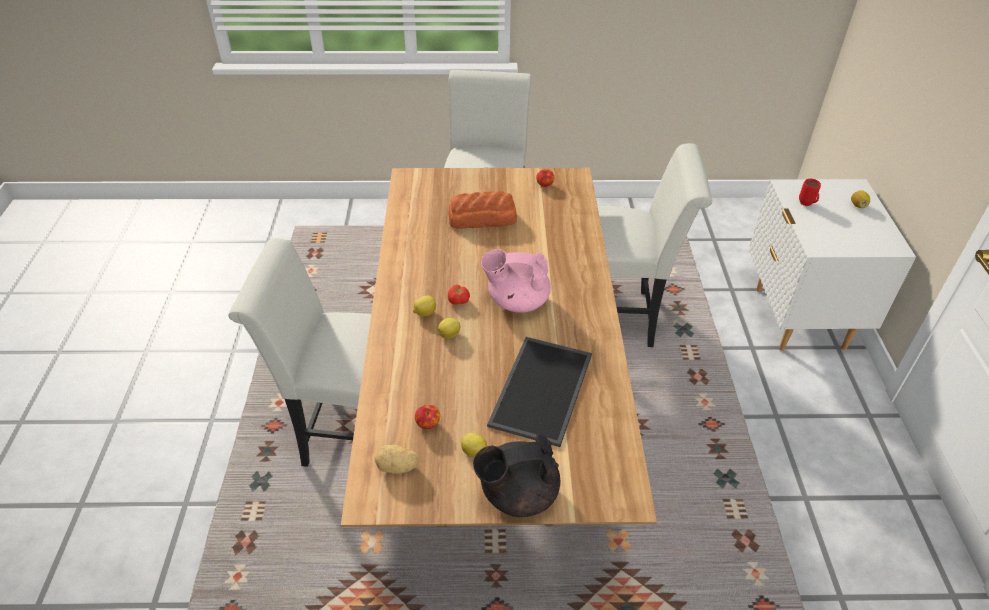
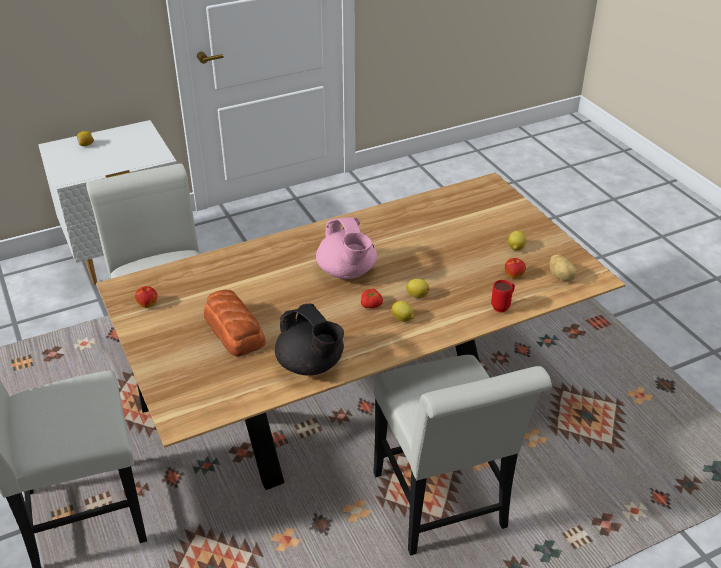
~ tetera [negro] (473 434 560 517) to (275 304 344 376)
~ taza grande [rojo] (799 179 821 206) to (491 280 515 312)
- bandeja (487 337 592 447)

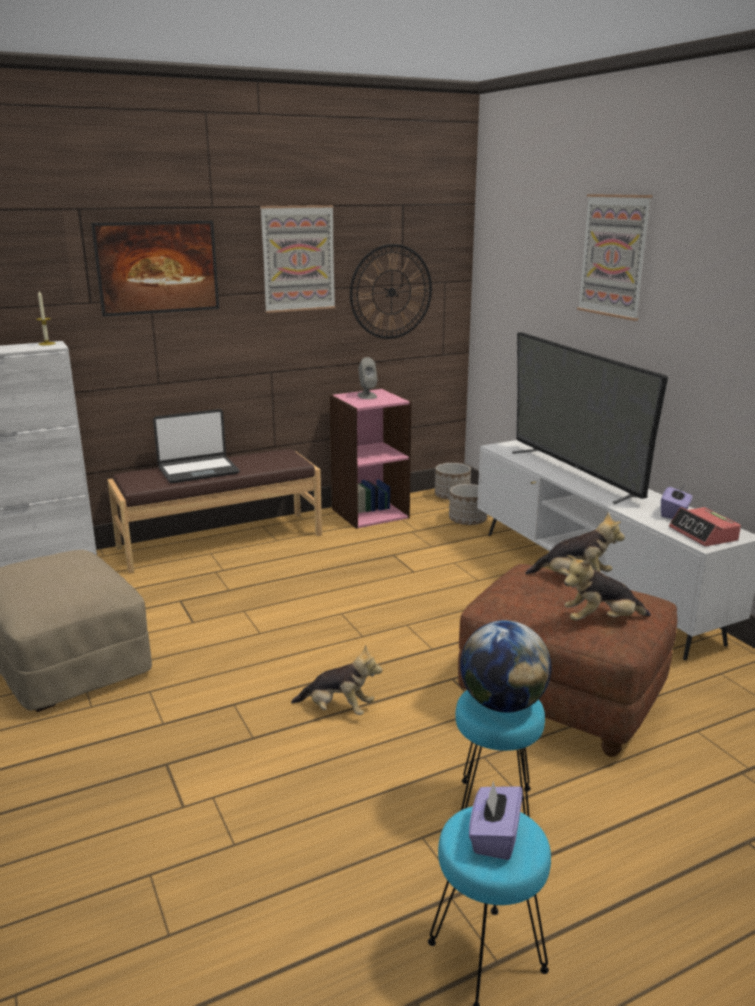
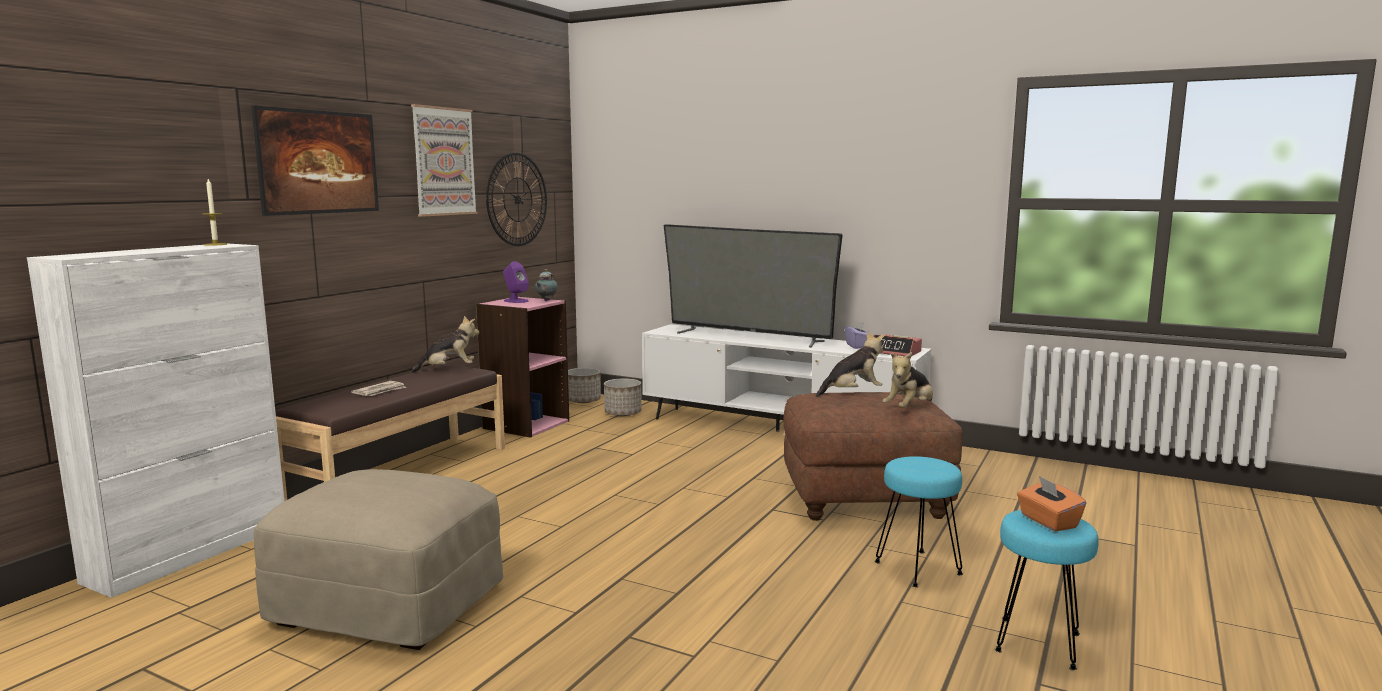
~ portátil (153 409 240 483) to periódico (351 381 406 396)
~ peluche (291 645 382 715) to (411 316 479 373)
~ altavoz [gris] (357 357 377 399) to altavoz [morado] (503 261 529 303)
+ tetera (535 269 558 301)
~ caja de pañuelos [morado] (469 781 522 860) to caja de pañuelos [naranja] (1017 476 1086 532)
- globo terráqueo (460 620 552 713)
- cuadro (577 194 653 321)

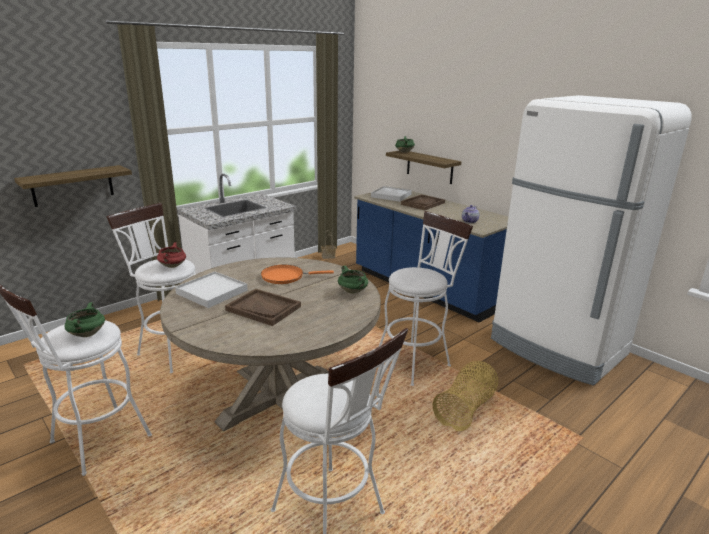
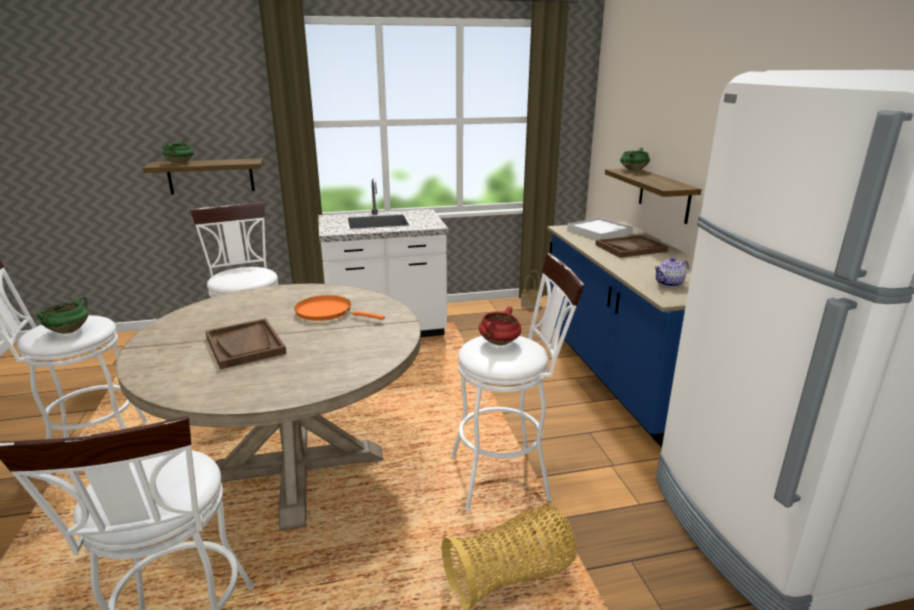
~ olla [verde] (338 266 368 294) to (162 140 194 164)
~ olla [rojo] (157 242 186 268) to (479 306 521 346)
- bandeja [blanco] (175 272 248 308)

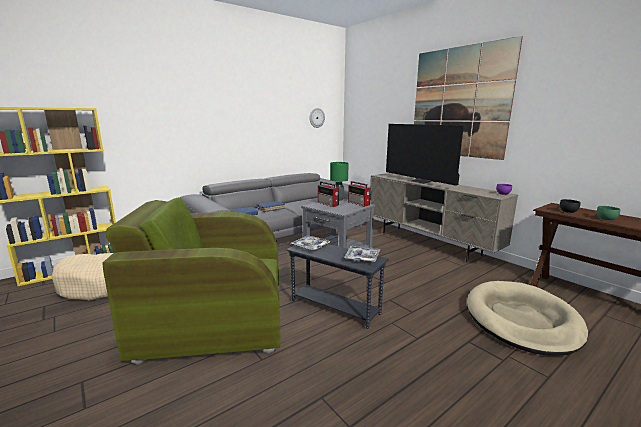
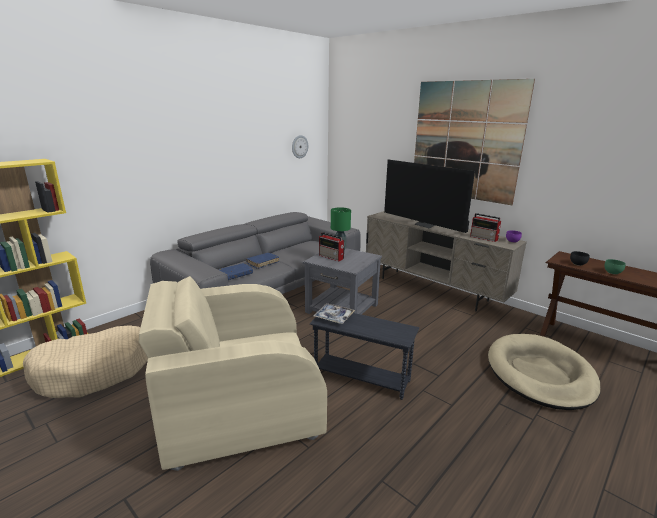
~ sillón [verde] (102 197 280 365) to sillón [beis] (139 276 327 471)
~ radio (348 181 371 207) to (470 213 501 242)
- bandeja (344 246 380 262)

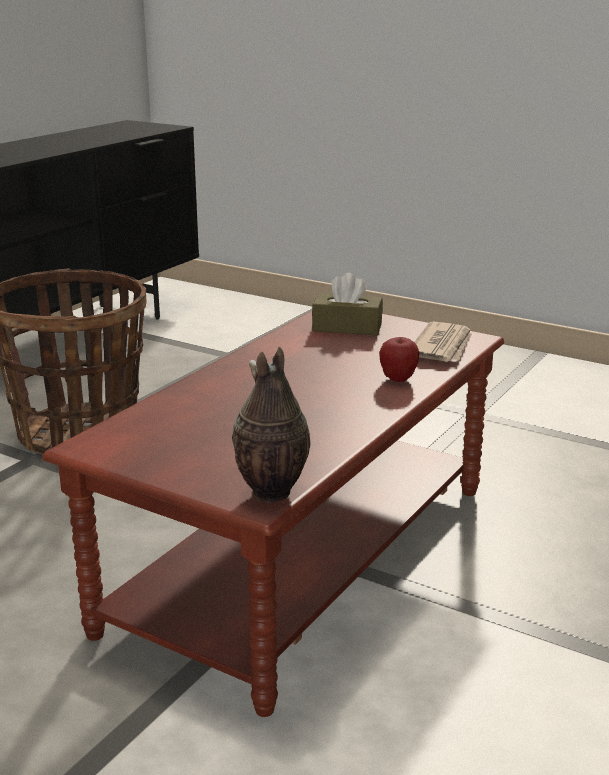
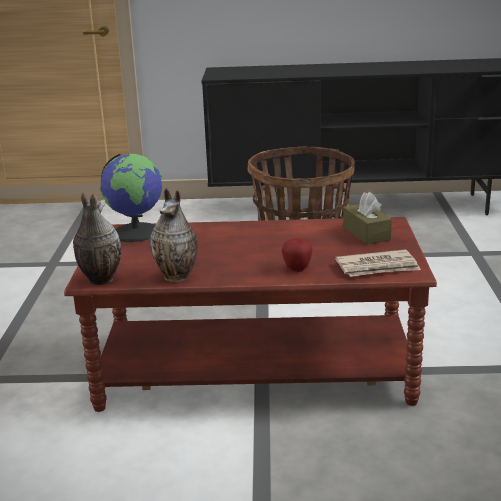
+ globo terráqueo (100 153 163 242)
+ florero (150 188 198 282)

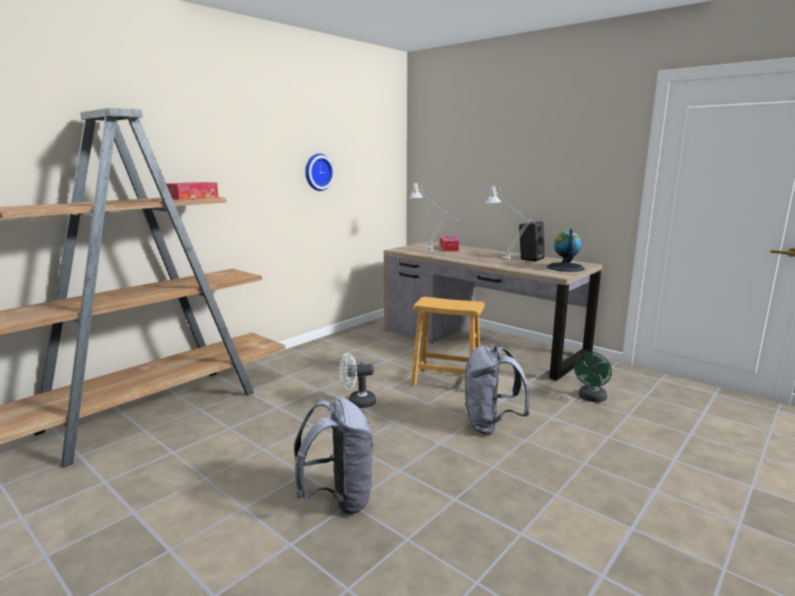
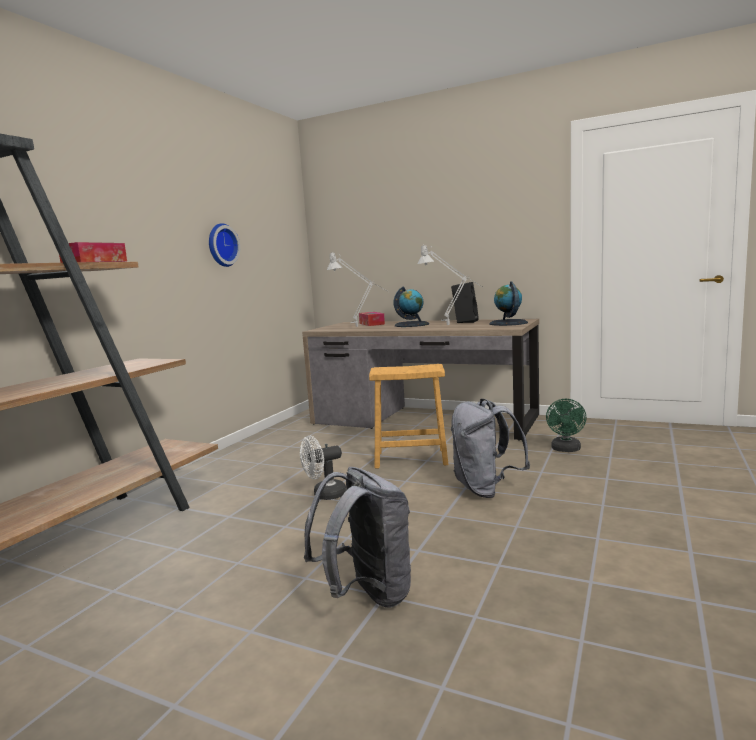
+ globo terráqueo (394 287 429 327)

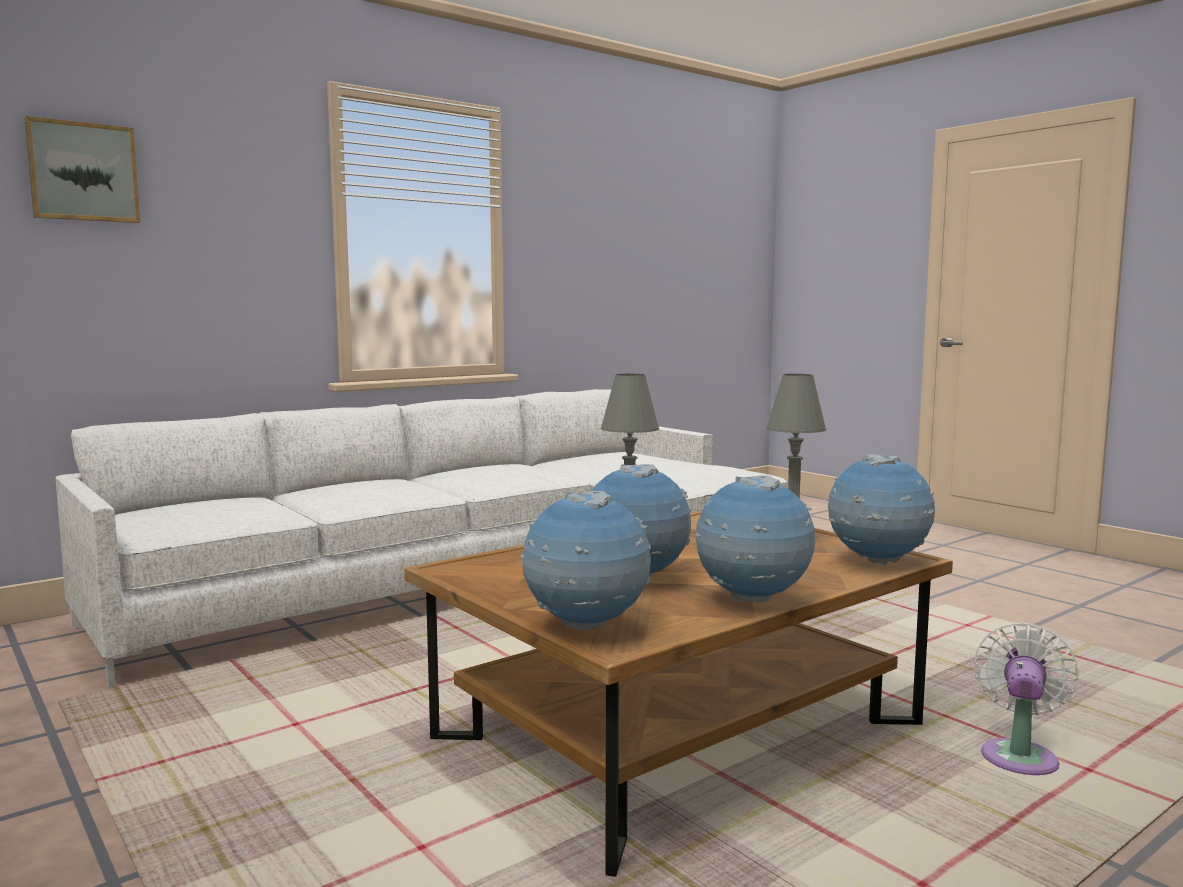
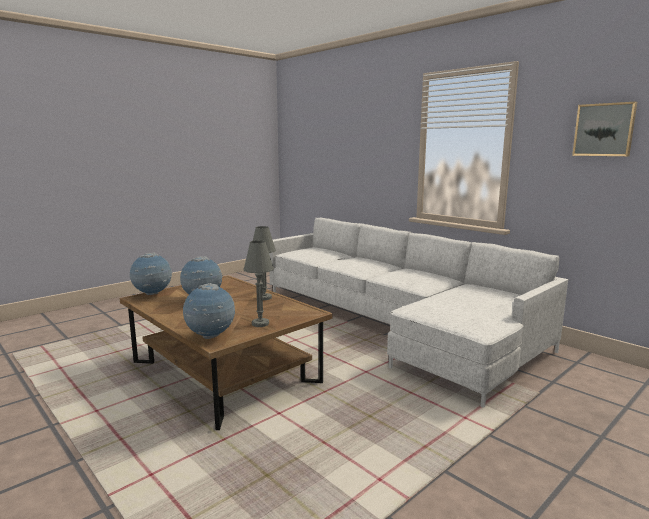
~ cuadro (25 116 140 223) to (572 102 637 156)
- globo terráqueo (695 475 815 602)
- ventilador [blanco] (974 622 1079 775)

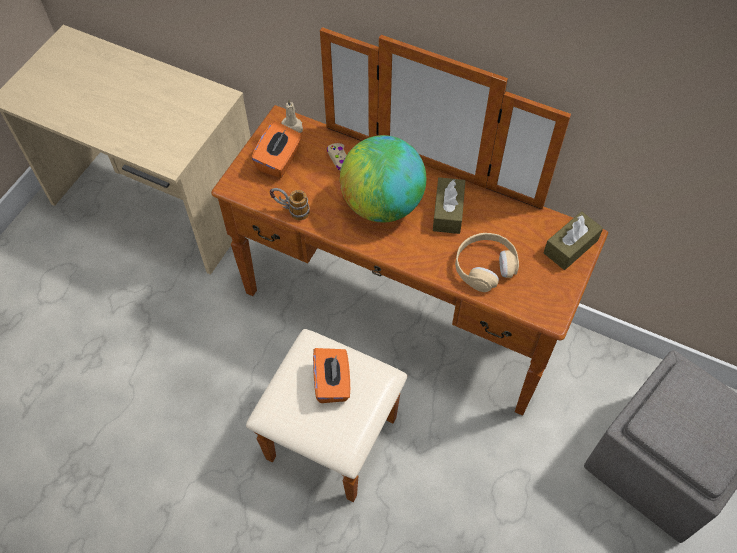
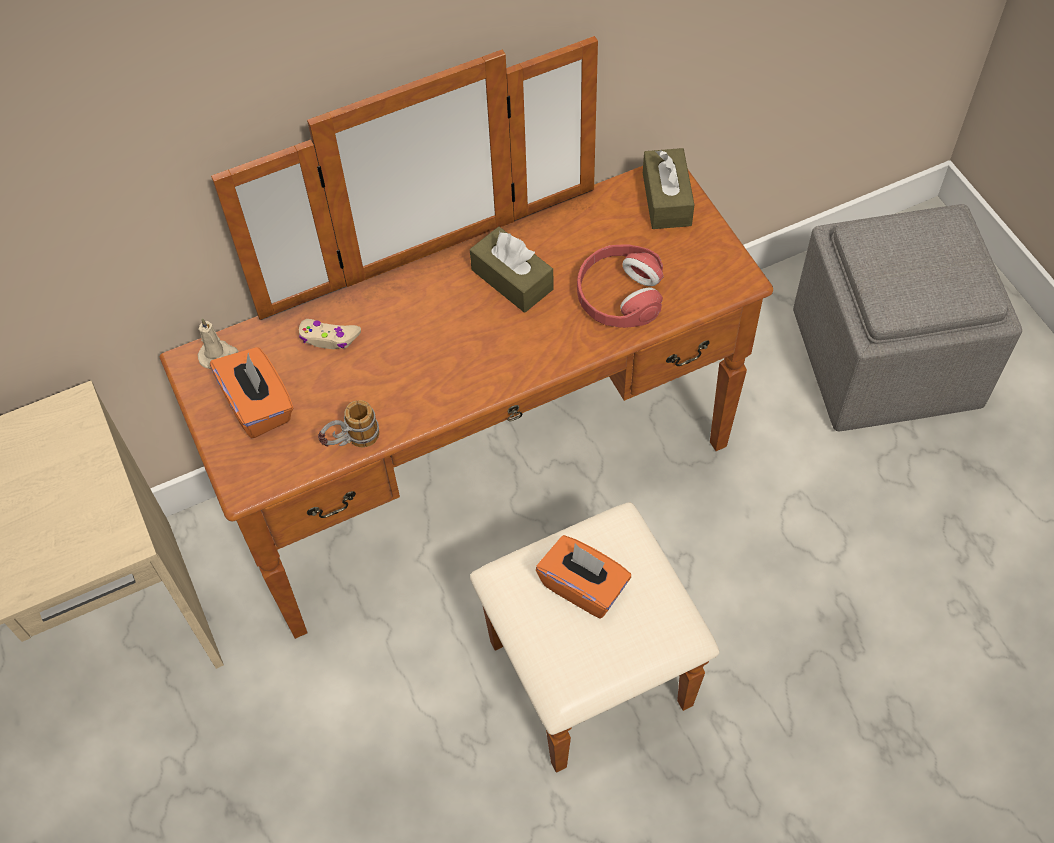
~ auriculares [beis] (455 233 519 292) to auriculares [rojo] (577 244 664 328)
- globo terráqueo (340 135 426 222)

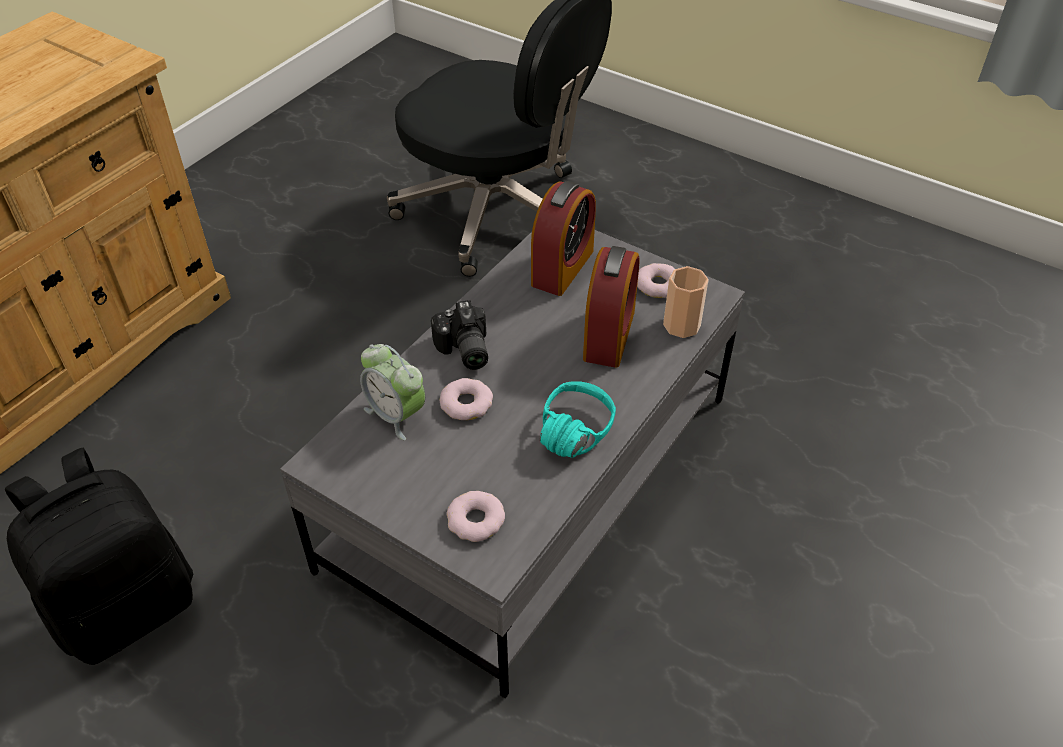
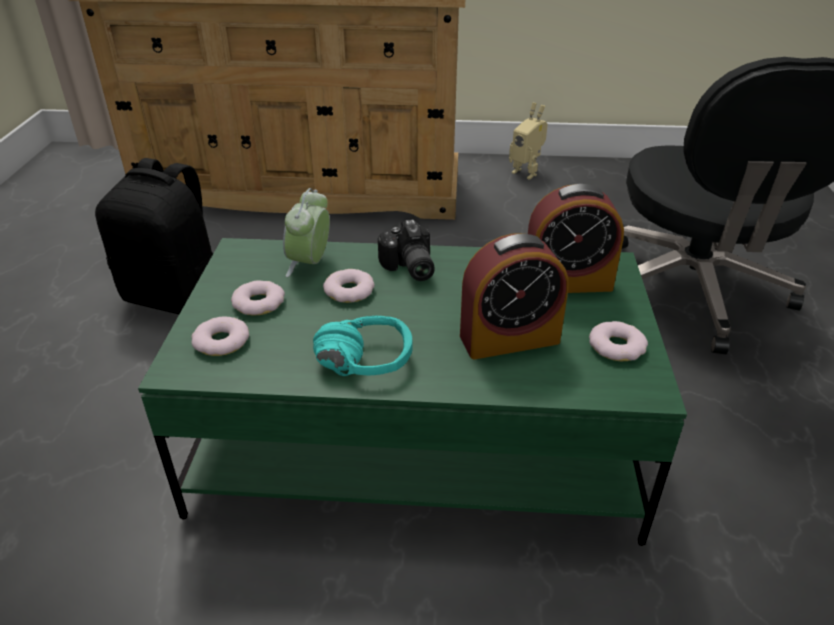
~ mesa de centro [gris] (280 230 745 698) to mesa de centro [verde] (138 238 687 546)
+ rosquilla (231 280 285 315)
~ cámara (431 300 488 370) = (378 219 435 281) 60 degrees counterclockwise
+ robot de juguete (509 102 548 180)
- taza (663 266 709 338)

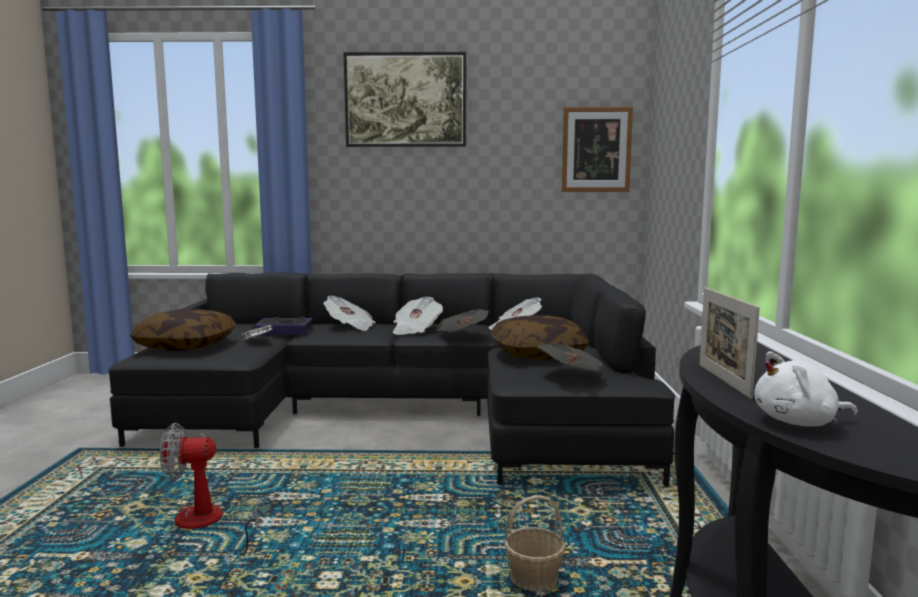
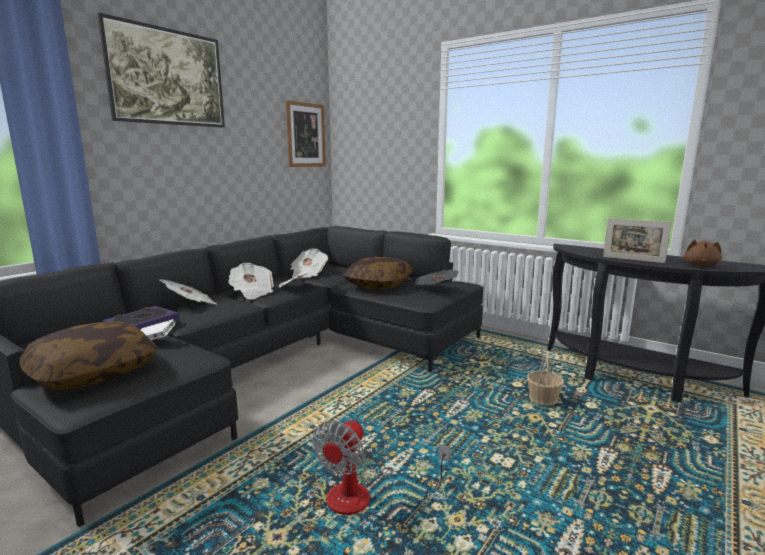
~ peluche [blanco] (754 351 858 427) to peluche [marrón] (683 239 722 267)

